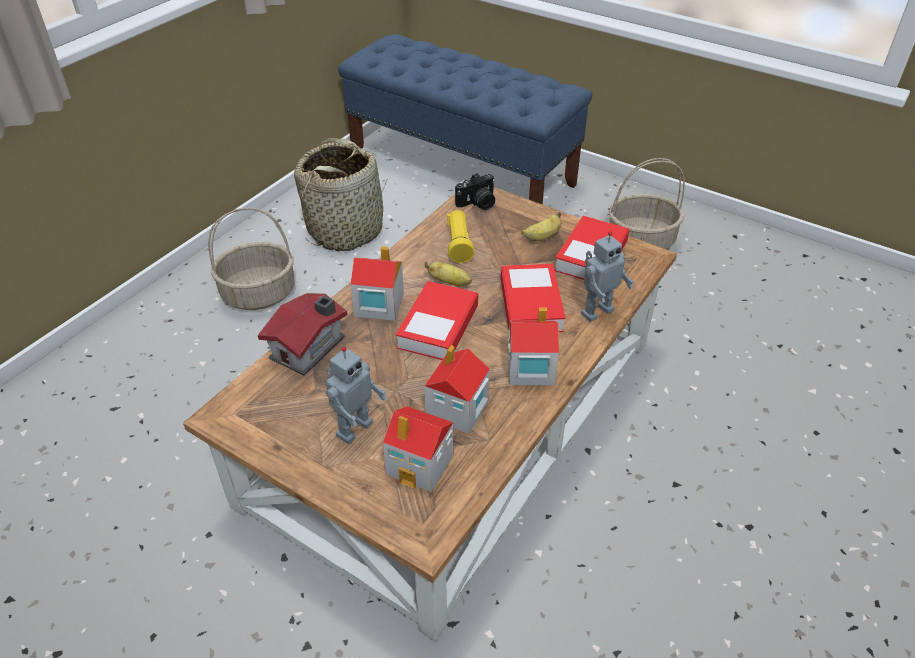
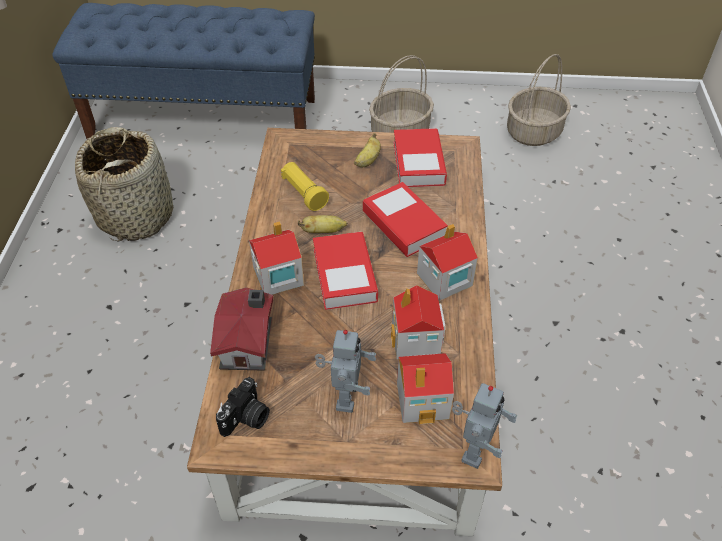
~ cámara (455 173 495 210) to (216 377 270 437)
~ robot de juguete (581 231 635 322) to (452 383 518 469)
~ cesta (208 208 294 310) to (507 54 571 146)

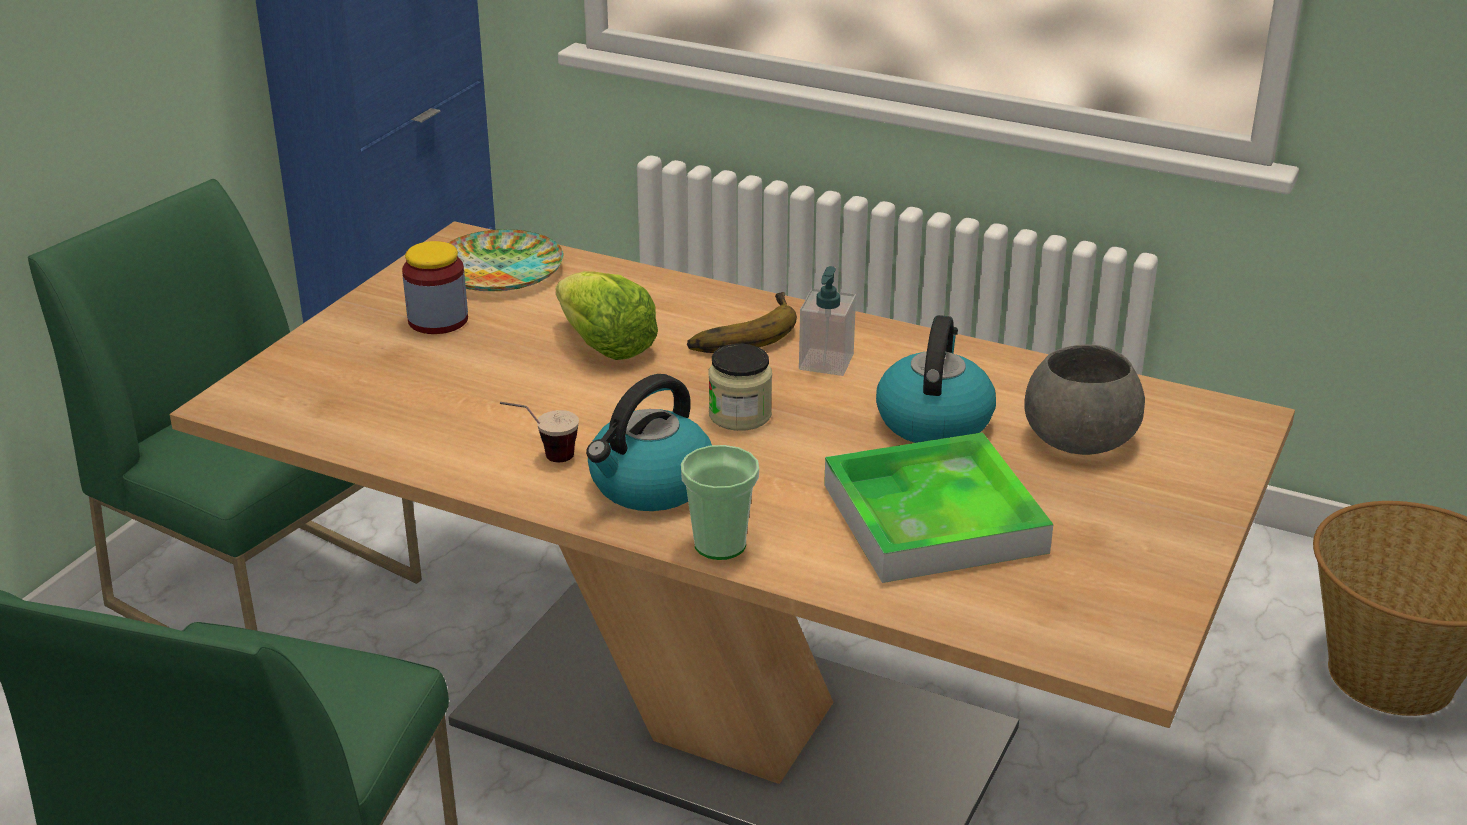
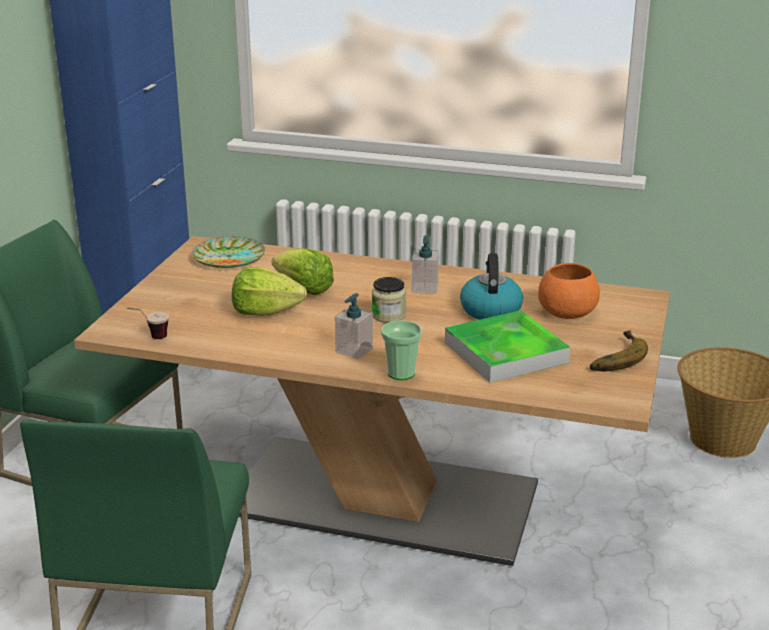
~ taza (500 402 579 462) to (126 308 169 339)
+ lechuga (232 267 307 316)
~ hervidor (586 374 712 511) to dispensador de jabón (335 293 373 359)
~ cuenco [gris] (1024 344 1145 455) to cuenco [naranja] (538 263 600 319)
~ plátano (687 292 797 353) to (590 330 648 371)
- tarro (402 241 468 334)

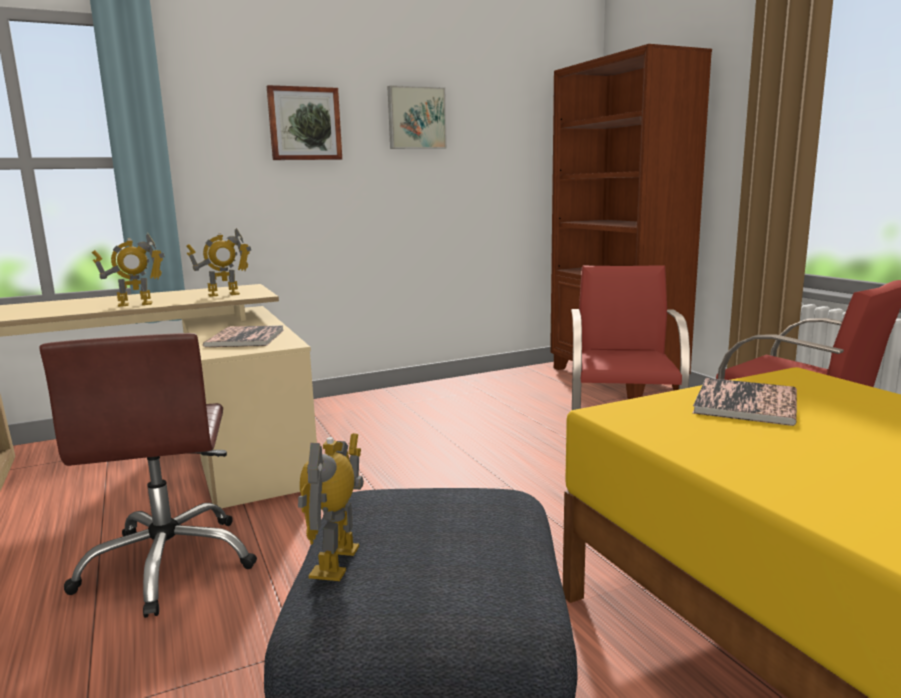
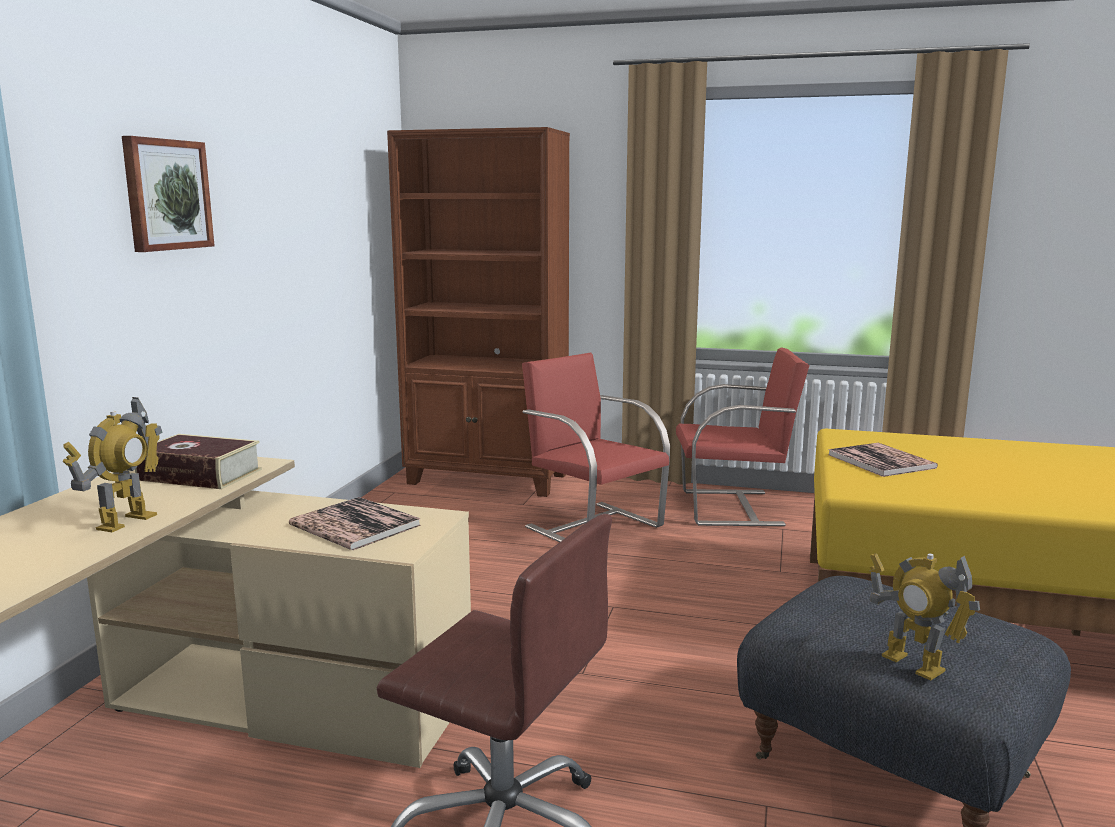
~ robot de juguete (186 228 251 297) to libro (135 434 262 489)
- cuadro (387 85 447 149)

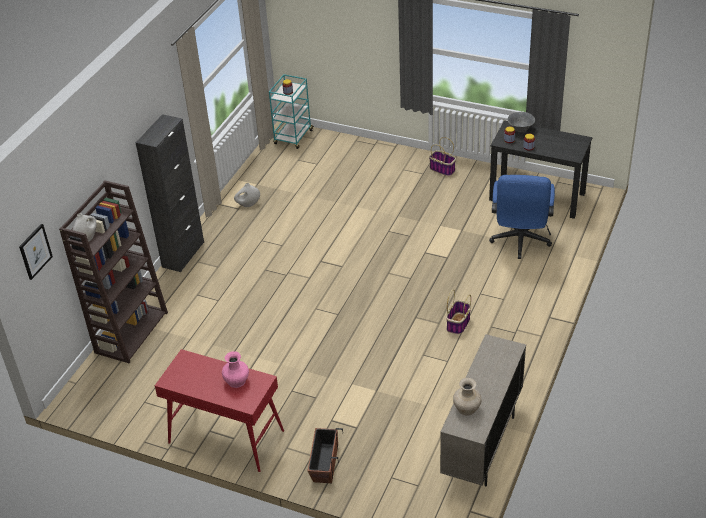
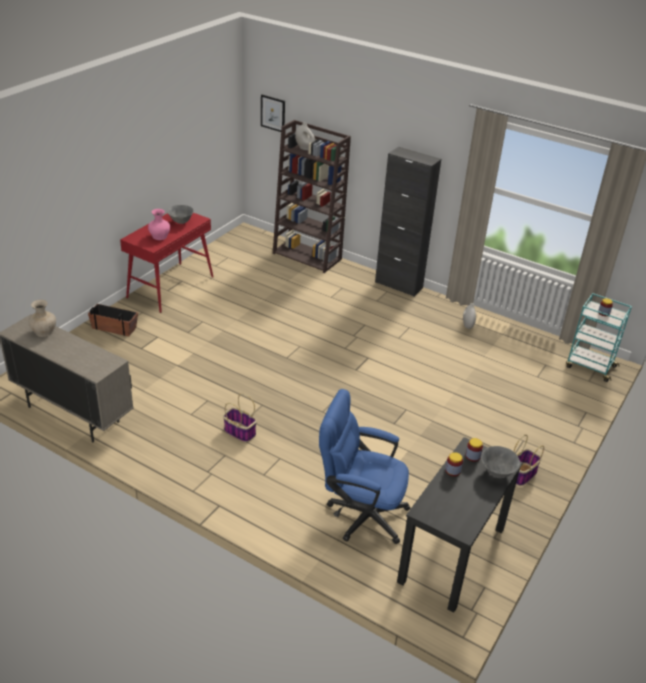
+ cuenco [gris] (167 205 194 224)

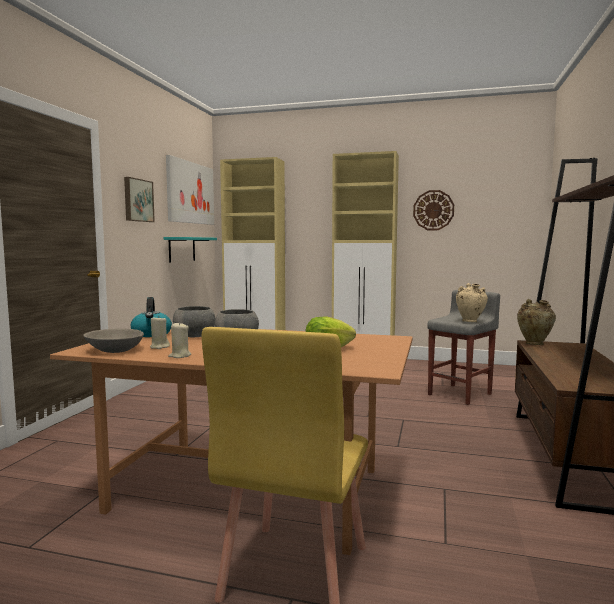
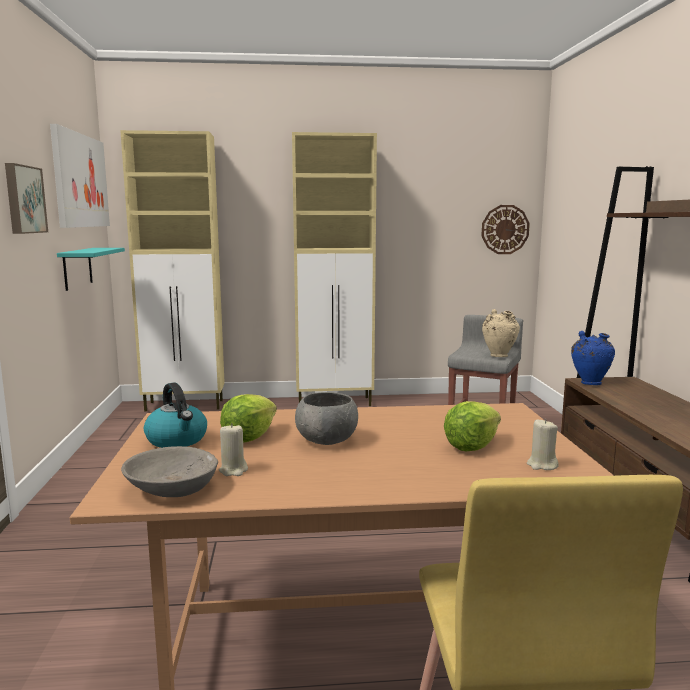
~ cuenco [gris] (173 306 215 338) to lechuga (220 394 277 443)
~ reloj de pared (413 190 454 230) to (482 205 530 254)
~ vela [beis] (168 322 191 358) to (527 419 559 470)
~ florero [beis] (517 299 556 345) to florero [azul] (571 331 615 385)

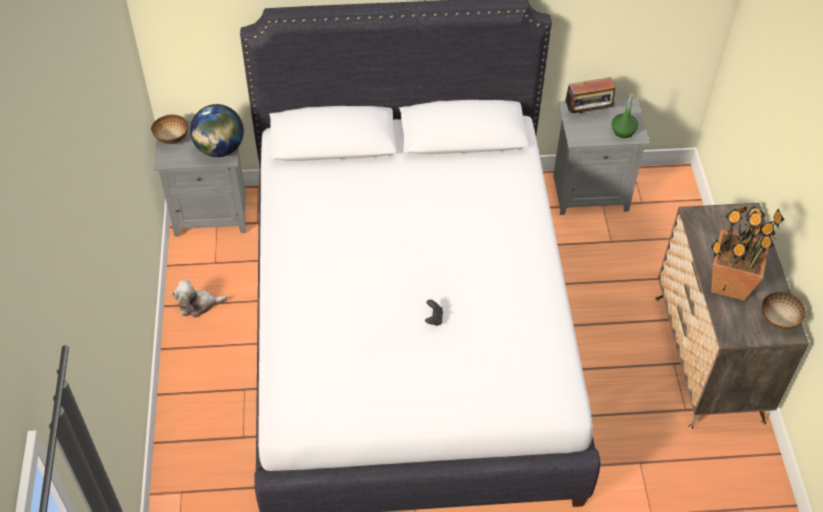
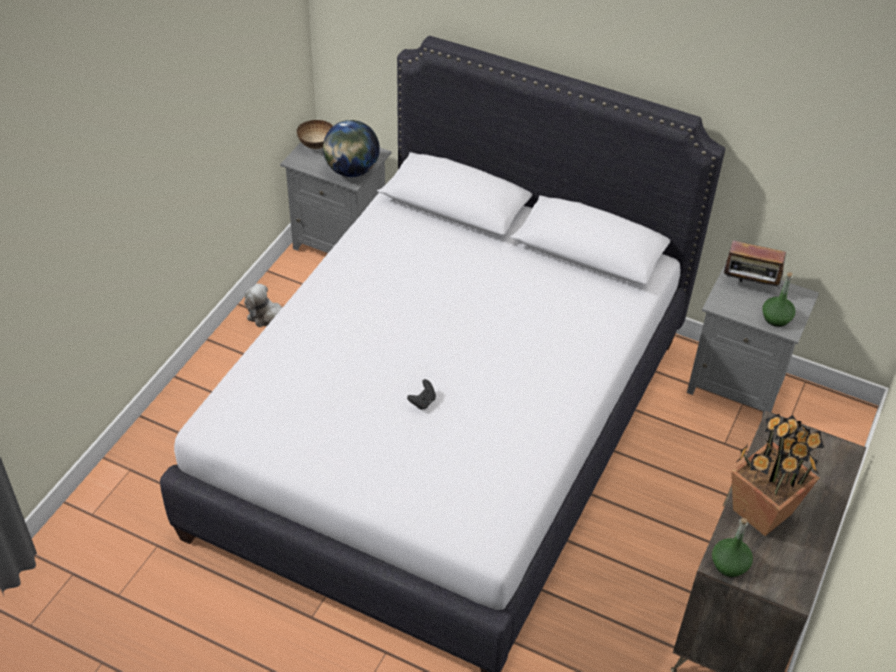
+ botella [verde] (712 518 753 577)
- cuenco (762 292 806 330)

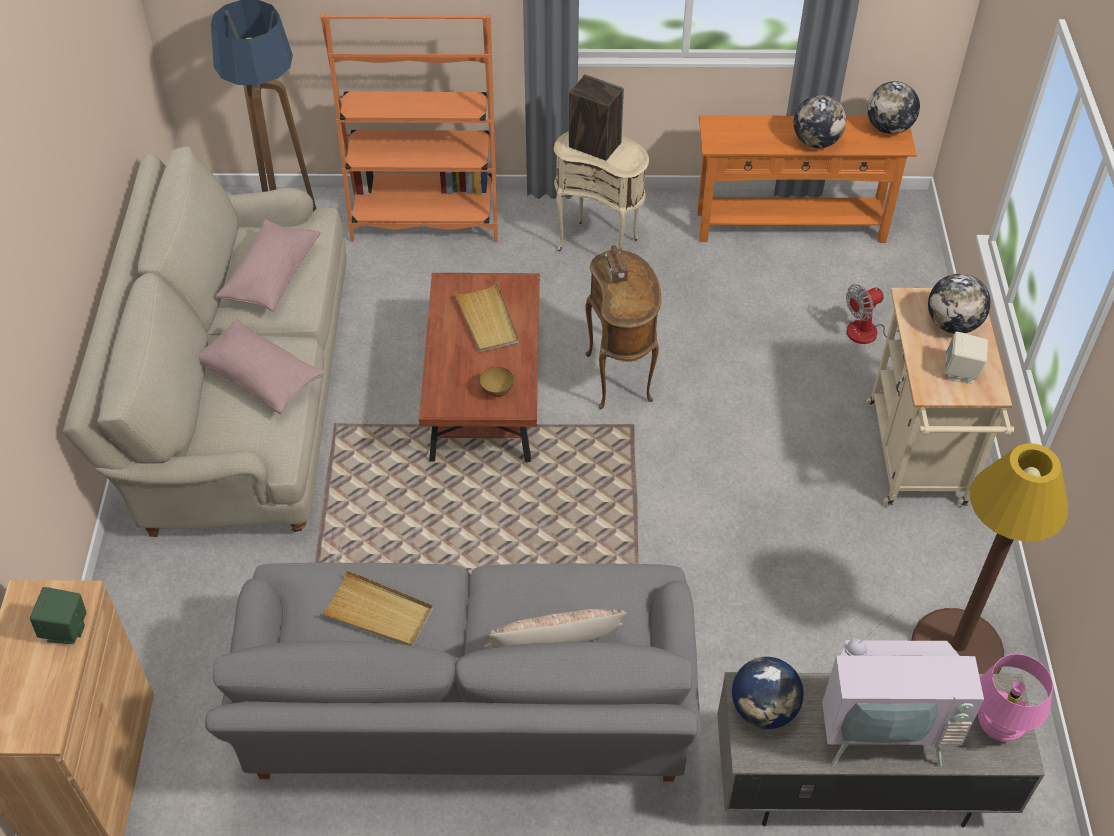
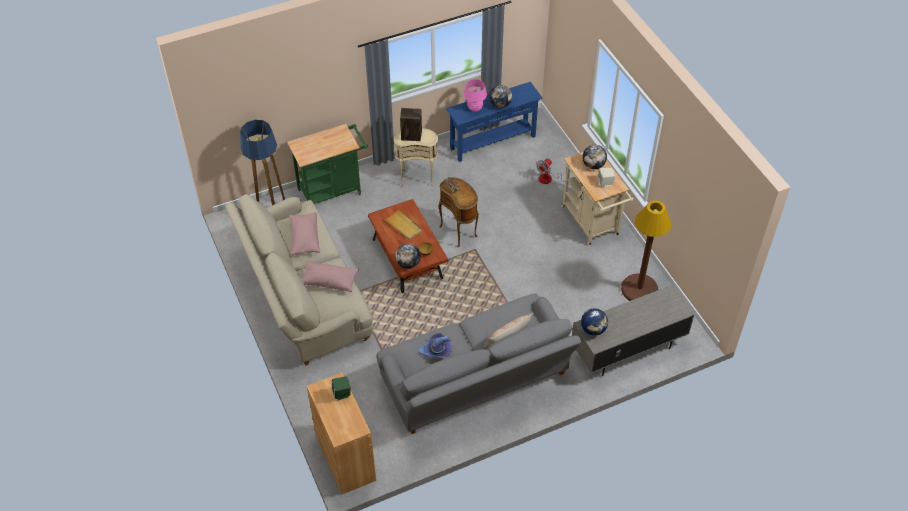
~ estantería [naranja] (320 14 498 242) to carrito [verde] (287 124 368 204)
~ globo terráqueo (867 81 920 134) to (395 243 421 269)
~ bandeja [beis] (320 570 433 646) to sombrero [morado] (418 333 452 358)
~ mesa consola [naranja] (697 115 917 243) to mesa consola [azul] (446 82 543 162)
~ lámpara de mesa [rosa] (978 654 1053 742) to (464 79 487 111)
- televisor (822 607 984 767)

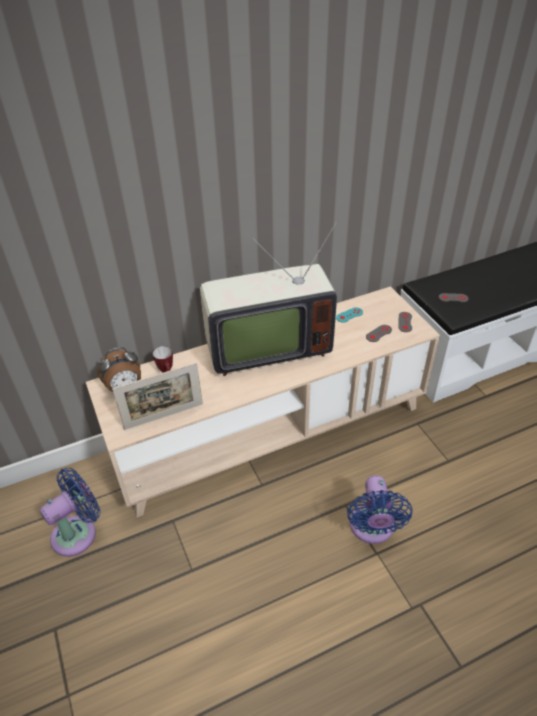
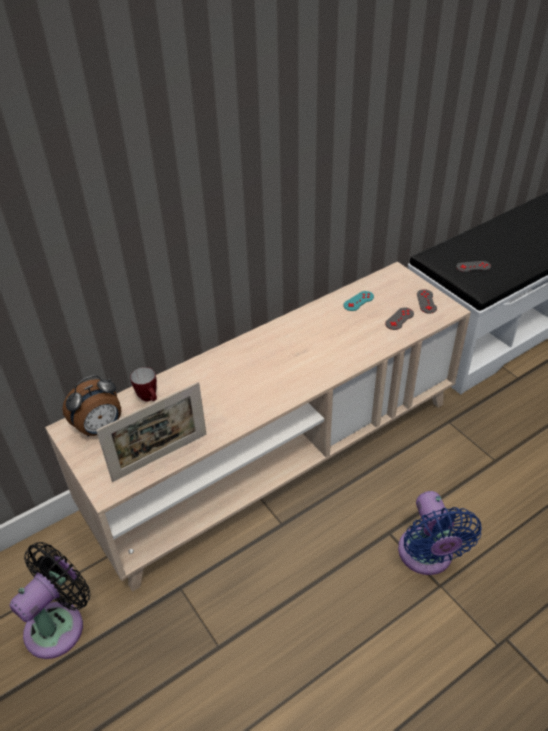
~ ventilador [azul] (40 468 100 557) to ventilador [negro] (9 542 91 659)
- televisor (200 220 338 376)

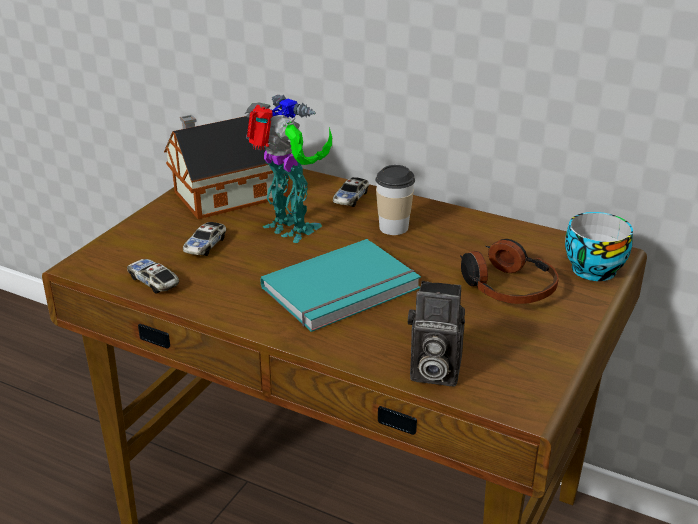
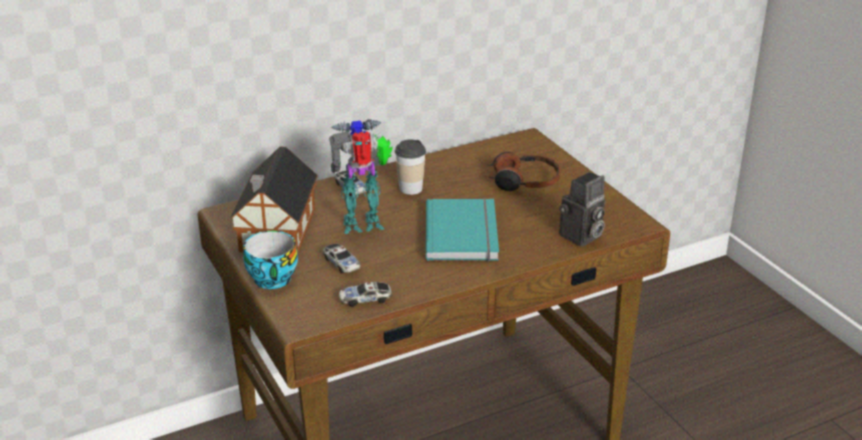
~ taza (565 212 633 281) to (243 231 298 289)

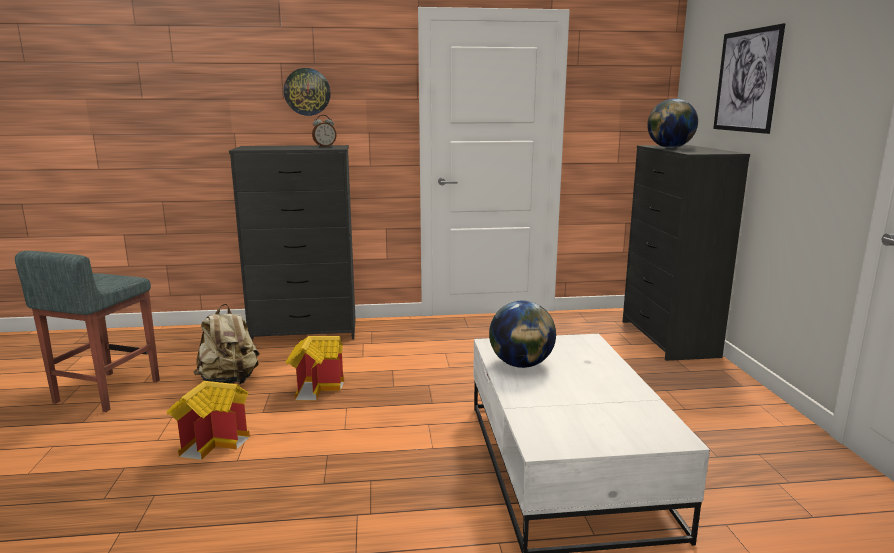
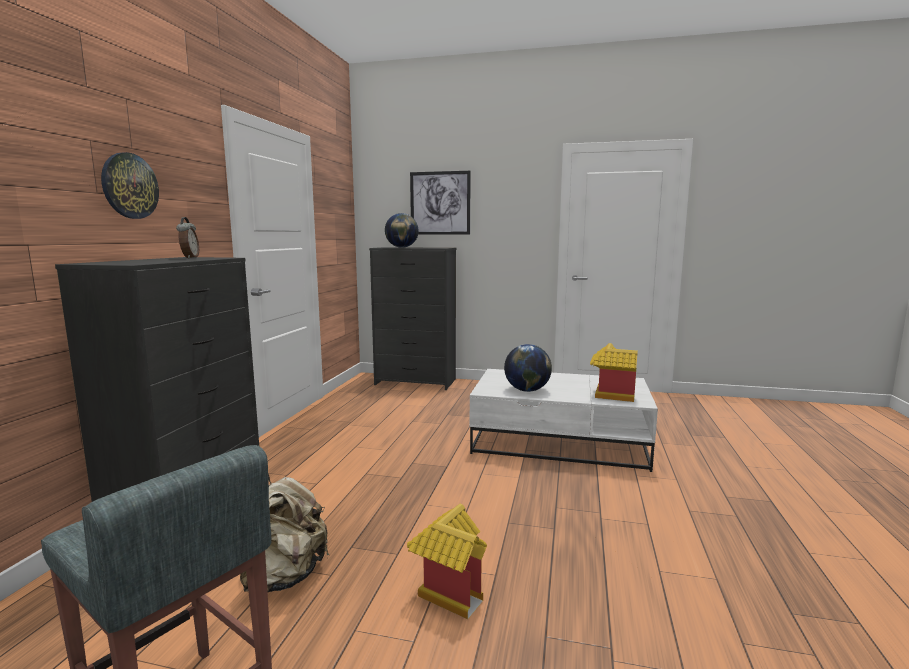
~ casita (285 336 344 400) to (590 343 638 402)

